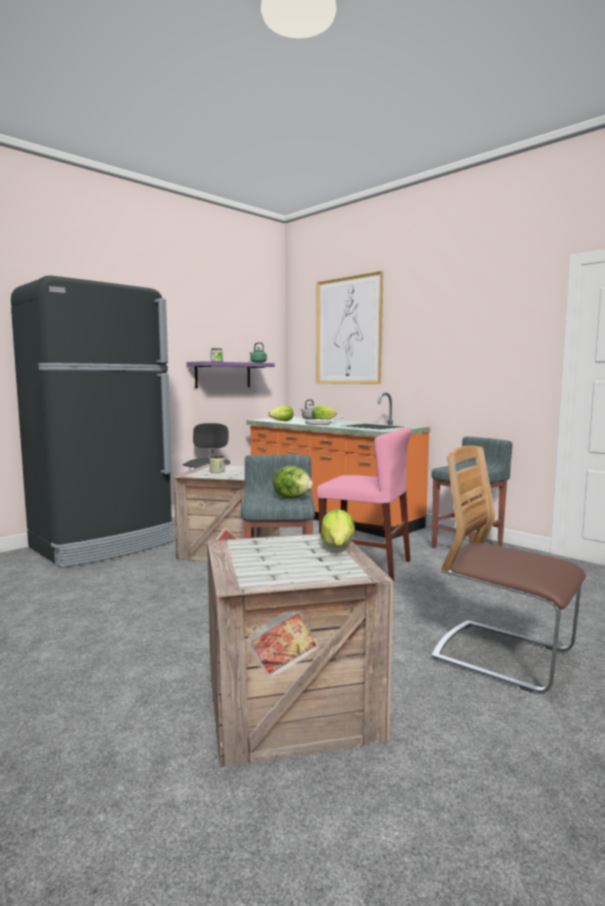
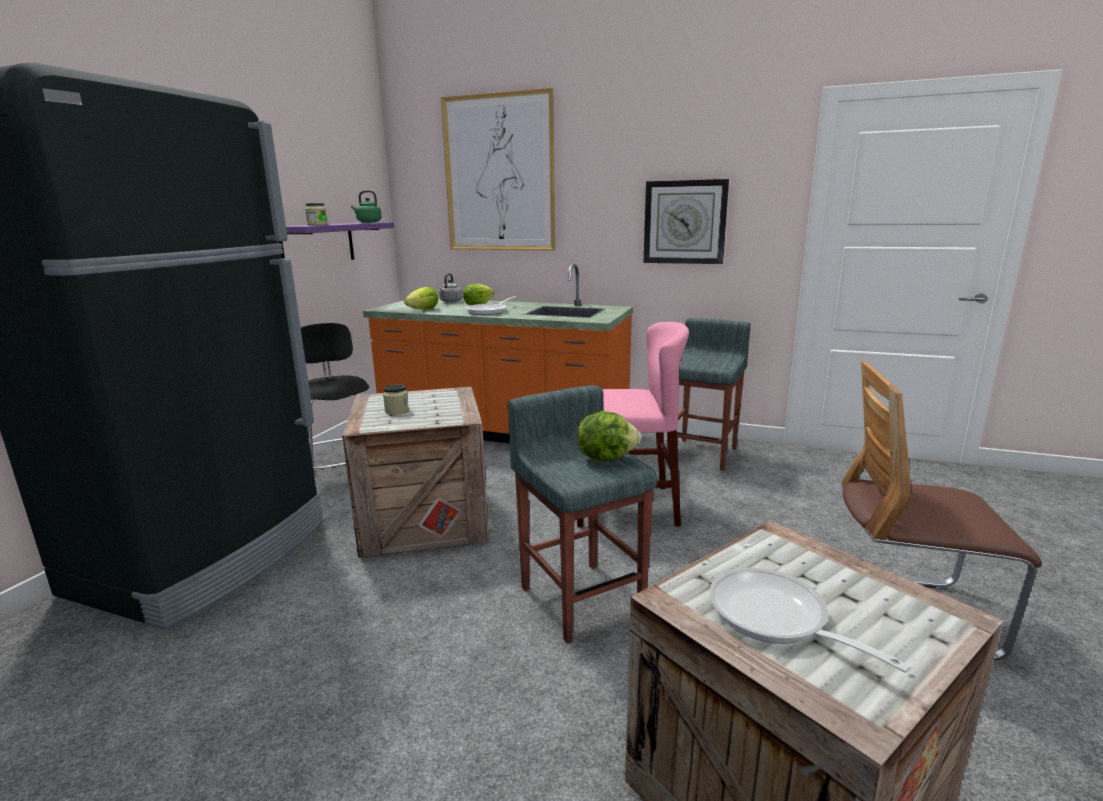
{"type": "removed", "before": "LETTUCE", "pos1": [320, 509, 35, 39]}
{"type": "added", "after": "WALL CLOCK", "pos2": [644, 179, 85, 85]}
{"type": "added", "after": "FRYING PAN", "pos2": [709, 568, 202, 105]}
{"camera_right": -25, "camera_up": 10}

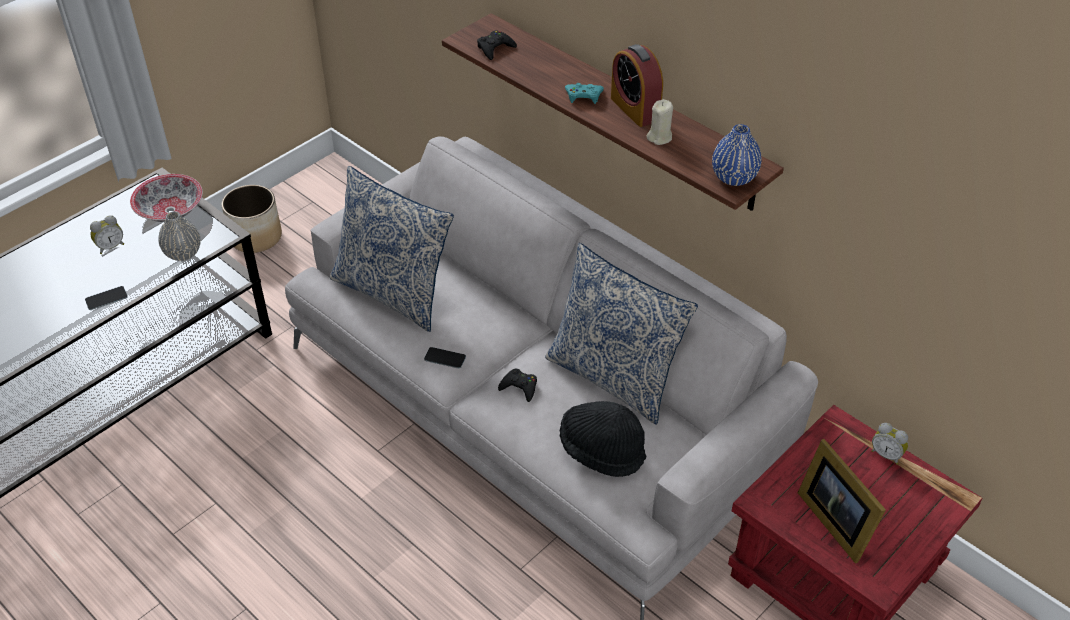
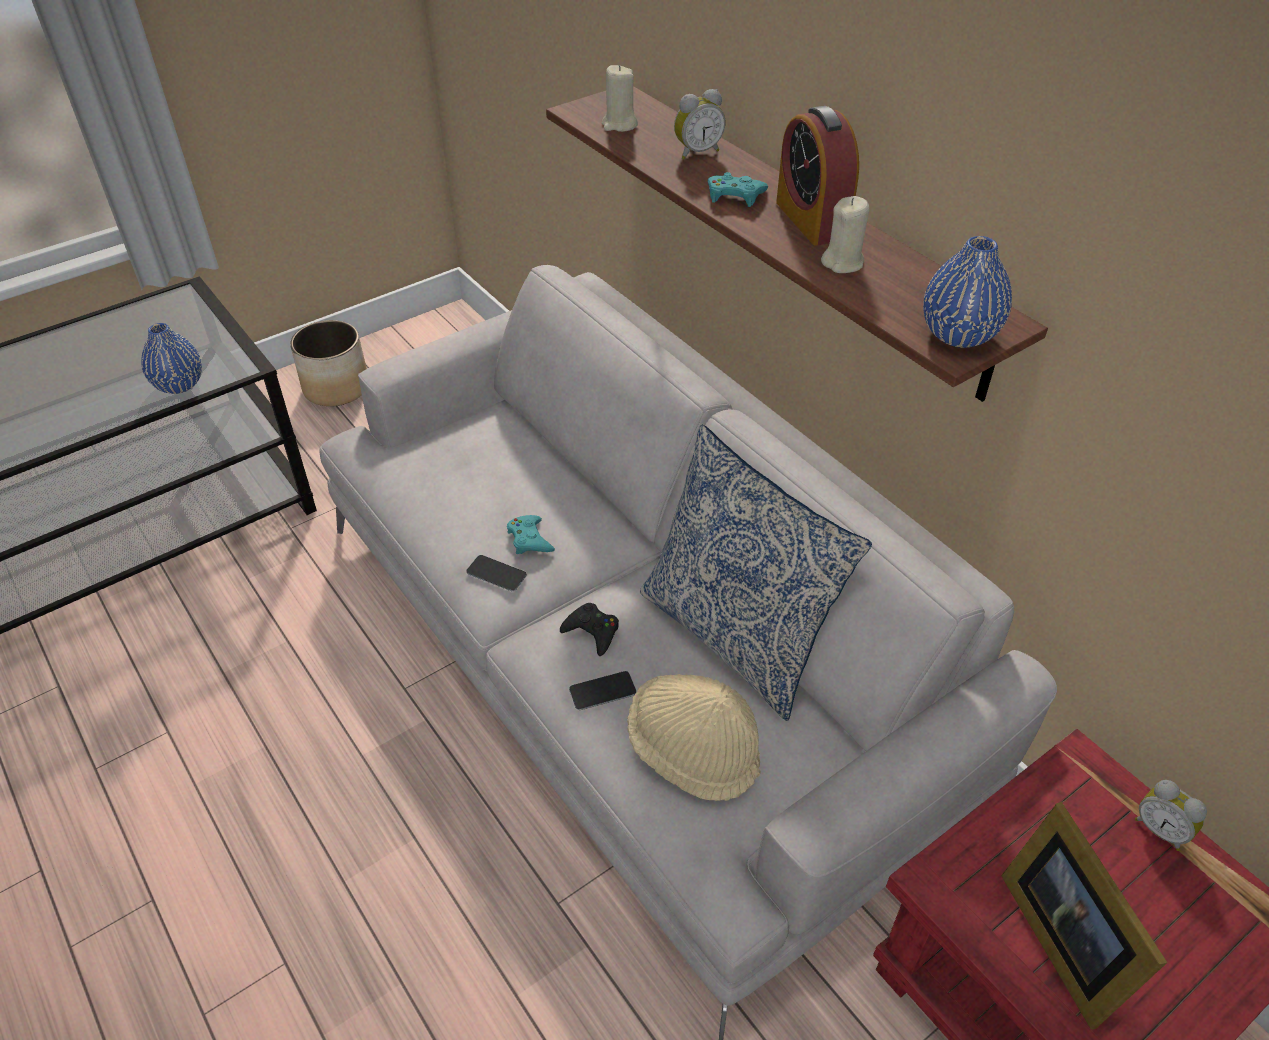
{"type": "replaced", "before": "BLACK GAME CONTROLLER", "after": "BEIGE CANDLE", "pos1": [477, 30, 40, 30], "pos2": [602, 65, 36, 67]}
{"type": "removed", "before": "PILLOW", "pos1": [330, 166, 124, 166]}
{"type": "removed", "before": "BOWL", "pos1": [130, 174, 73, 48]}
{"type": "recoloured", "before": "GREY VASE", "after": "BLUE VASE", "pos1": [158, 211, 42, 50], "pos2": [141, 323, 61, 71]}
{"type": "moved", "before": "ALARM CLOCK", "pos1": [90, 215, 34, 39], "pos2": [674, 89, 51, 70]}
{"type": "moved", "before": "PHONE", "pos1": [85, 286, 43, 24], "pos2": [569, 671, 67, 39]}
{"type": "recoloured", "before": "BLACK HAT", "after": "BEIGE HAT", "pos1": [560, 401, 86, 76], "pos2": [627, 674, 134, 127]}
{"type": "added", "after": "TURQUOISE GAME CONTROLLER", "pos2": [507, 515, 48, 39]}
{"camera_right": 10, "camera_up": 0}

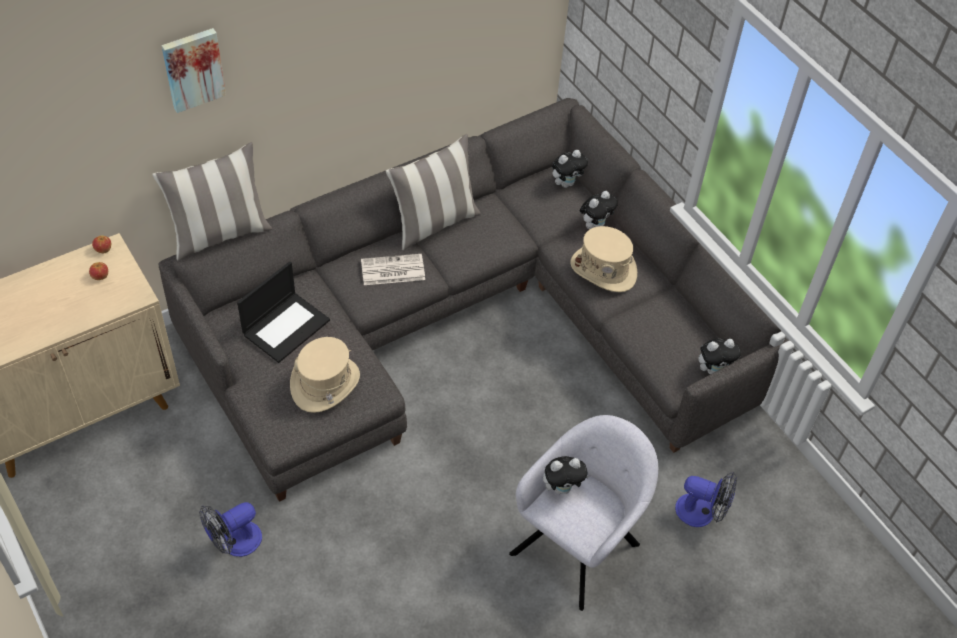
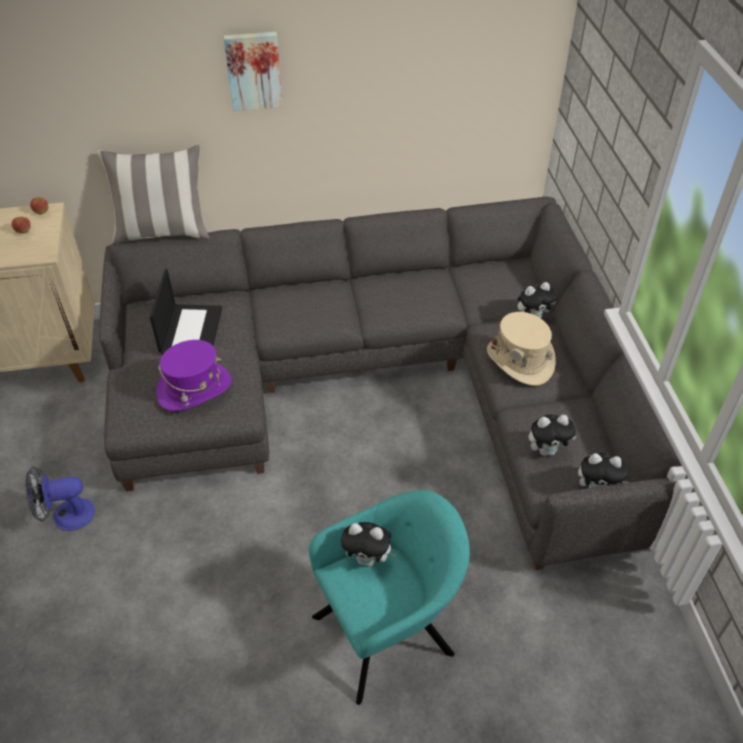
{"type": "moved", "before": "PICTURE", "pos1": [161, 28, 65, 85], "pos2": [224, 32, 59, 79]}
{"type": "removed", "before": "PILLOW", "pos1": [386, 134, 95, 116]}
{"type": "moved", "before": "PLUSH TOY", "pos1": [552, 150, 36, 38], "pos2": [529, 414, 48, 42]}
{"type": "removed", "before": "NEWSPAPER", "pos1": [361, 254, 64, 31]}
{"type": "turned", "before": "LAPTOP", "pos1": [237, 262, 93, 101], "pos2": [150, 269, 72, 86], "turn": -60}
{"type": "recoloured", "before": "BEIGE HAT", "after": "PURPLE HAT", "pos1": [290, 337, 70, 76], "pos2": [156, 340, 76, 71]}
{"type": "recoloured", "before": "GREY ARMCHAIR", "after": "TURQUOISE ARMCHAIR", "pos1": [509, 415, 149, 196], "pos2": [309, 490, 161, 215]}
{"type": "removed", "before": "FAN", "pos1": [675, 472, 62, 55]}
{"camera_right": 25, "camera_up": -5}

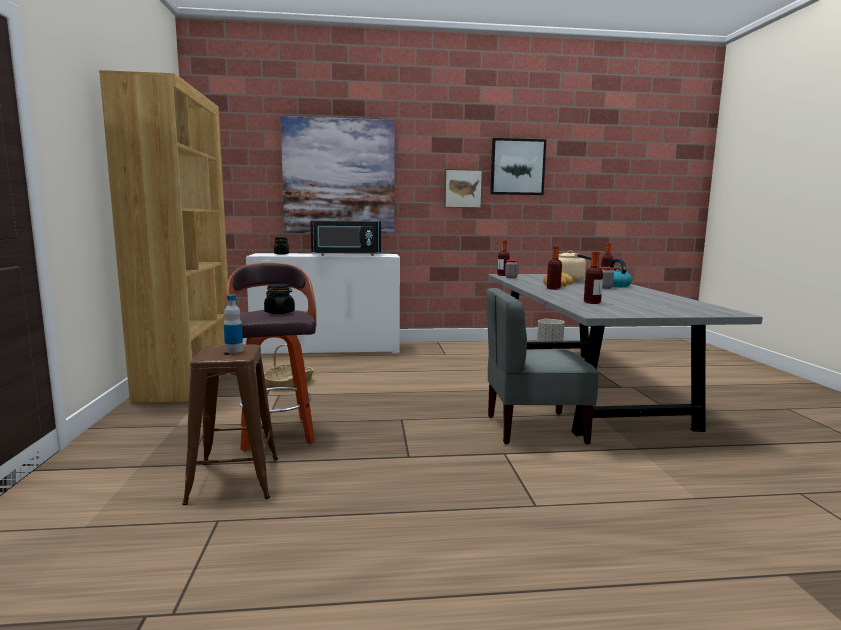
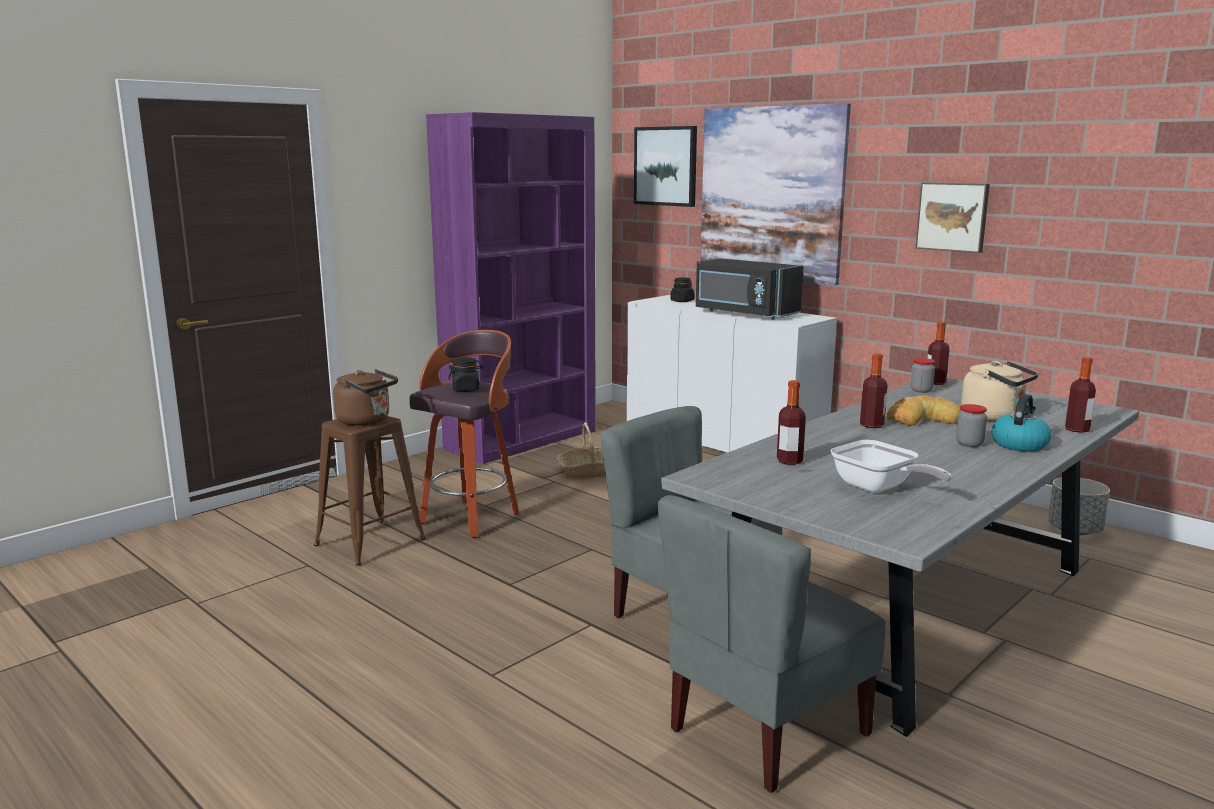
{"type": "recoloured", "before": "BROWN BOOKCASE", "after": "PURPLE BOOKCASE", "pos1": [99, 70, 129, 333], "pos2": [426, 112, 170, 352]}
{"type": "moved", "before": "PICTURE", "pos1": [490, 138, 56, 57], "pos2": [634, 126, 63, 81]}
{"type": "replaced", "before": "BOTTLE", "after": "BROWN KETTLE", "pos1": [224, 294, 19, 59], "pos2": [333, 369, 65, 57]}
{"type": "added", "after": "FRYING PAN", "pos2": [831, 440, 121, 53]}
{"type": "added", "after": "GREY CHAIR", "pos2": [658, 495, 227, 298]}
{"camera_right": 50, "camera_up": 5}

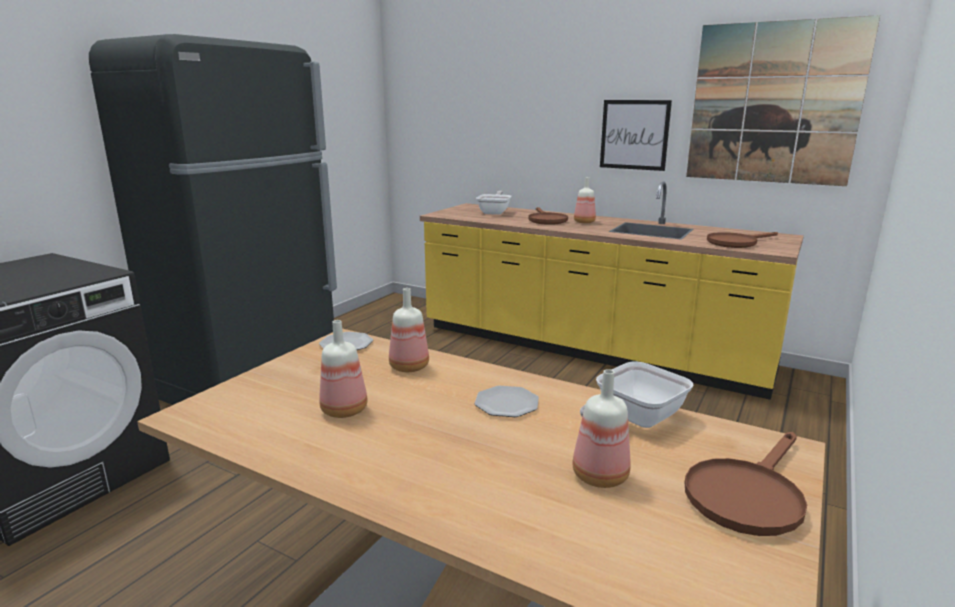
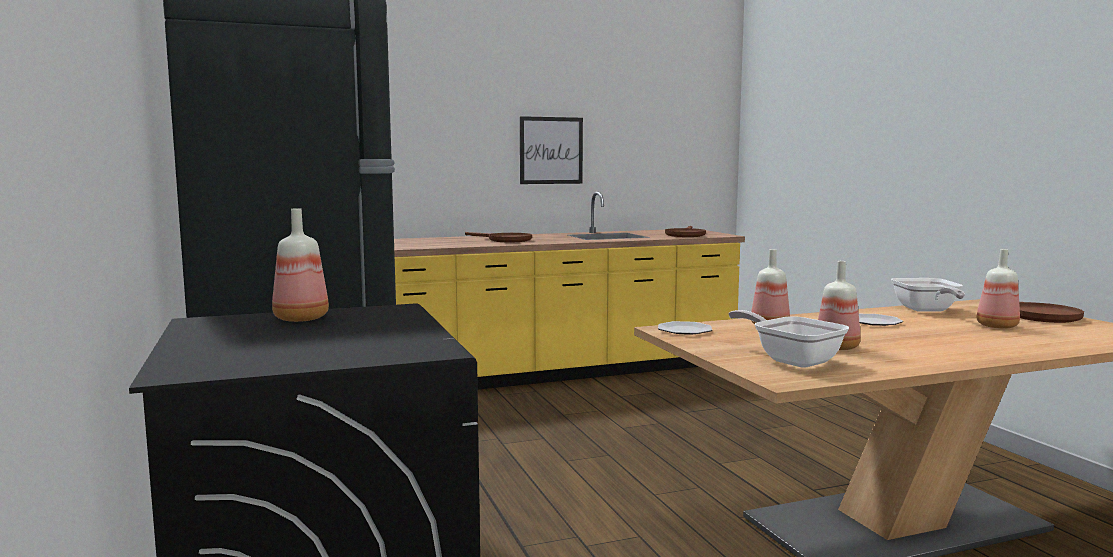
{"type": "removed", "before": "PICTURE", "pos1": [686, 15, 194, 171]}
{"type": "moved", "before": "BOTTLE", "pos1": [574, 177, 22, 46], "pos2": [272, 208, 57, 114]}
{"type": "moved", "before": "FRYING PAN", "pos1": [476, 191, 35, 24], "pos2": [728, 310, 121, 58]}
{"camera_right": -50, "camera_up": -10}

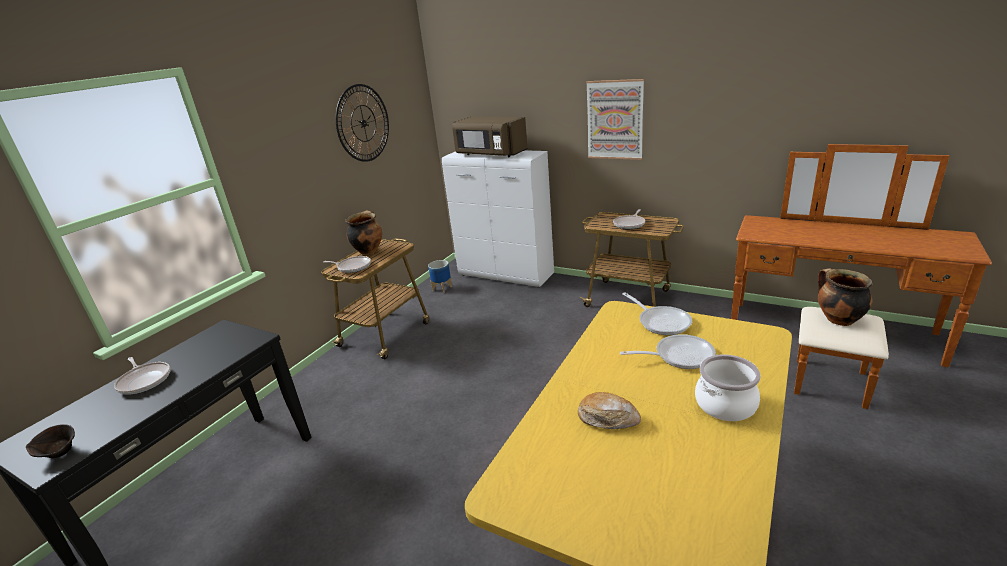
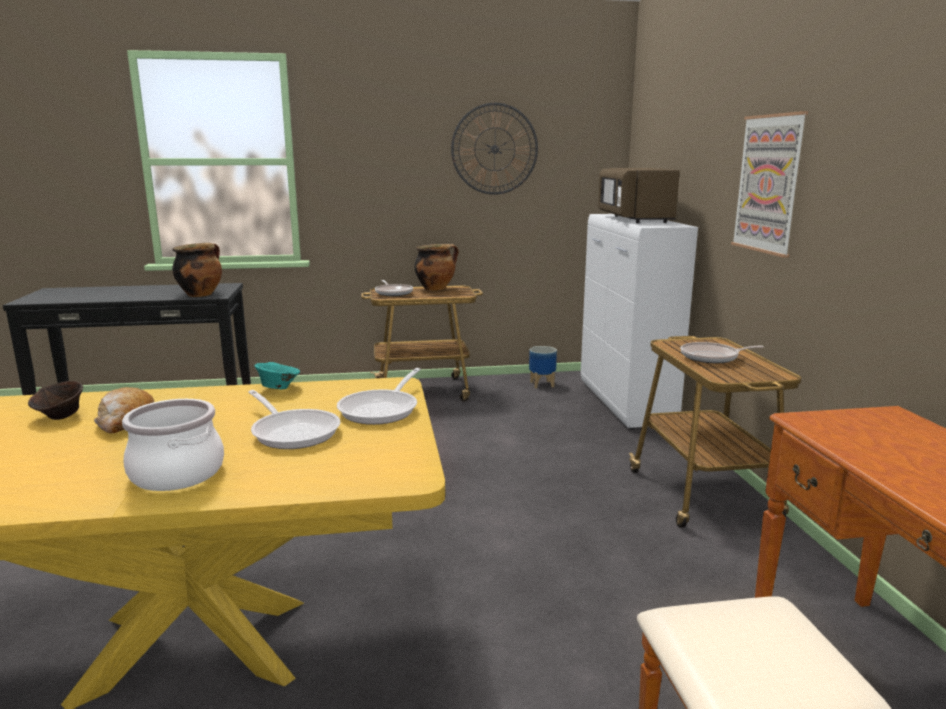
{"type": "moved", "before": "COOKING POT", "pos1": [818, 268, 54, 58], "pos2": [172, 243, 50, 54]}
{"type": "removed", "before": "FRYING PAN", "pos1": [114, 357, 57, 38]}
{"type": "moved", "before": "BROWN BOWL", "pos1": [26, 424, 49, 34], "pos2": [28, 381, 55, 39]}
{"type": "added", "after": "TURQUOISE BOWL", "pos2": [254, 362, 46, 27]}
{"camera_right": 50, "camera_up": -10}

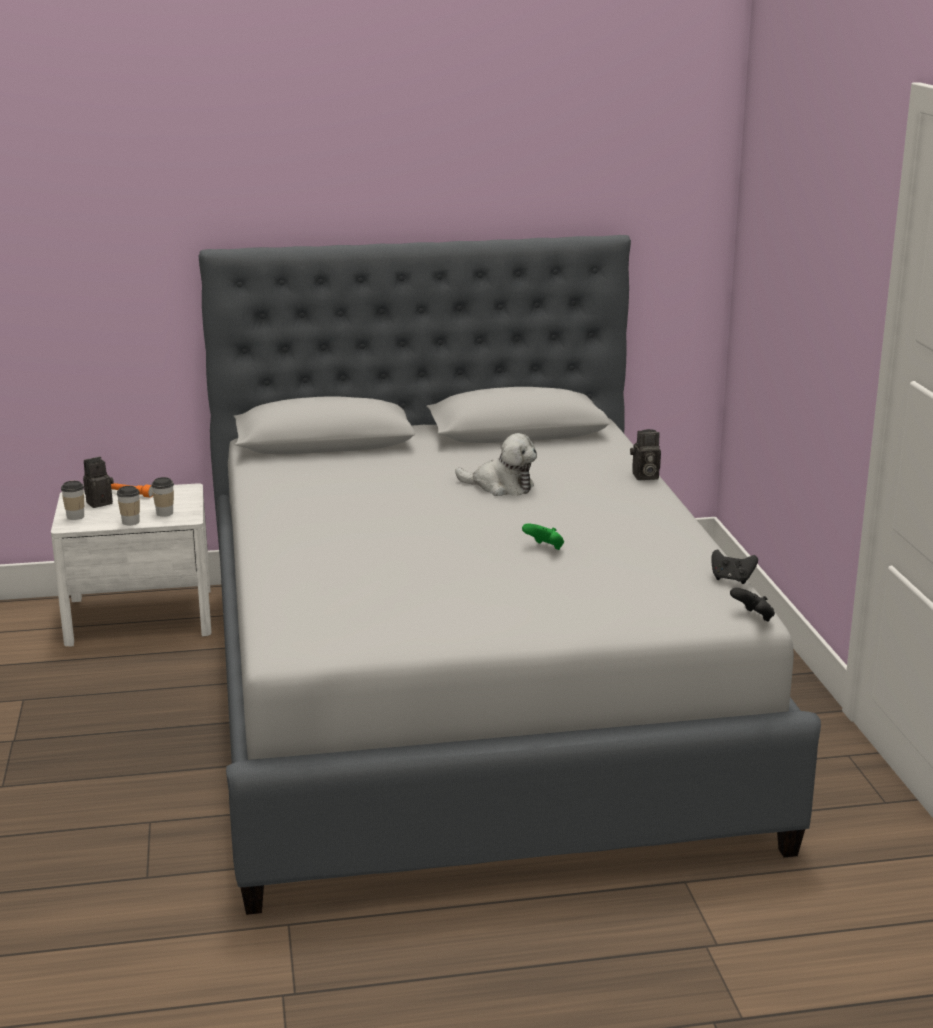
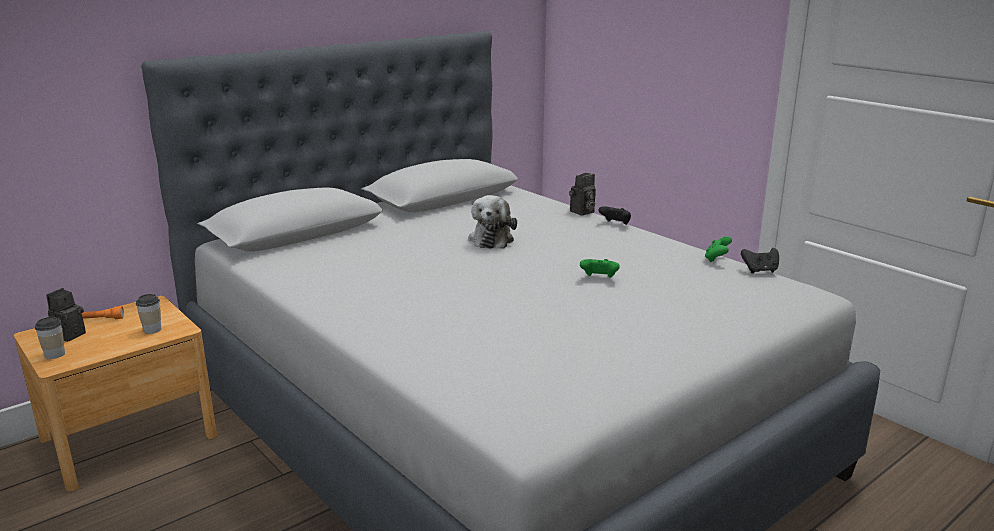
{"type": "turned", "before": "PLUSH TOY", "pos1": [455, 433, 82, 63], "pos2": [468, 195, 49, 54], "turn": 105}
{"type": "recoloured", "before": "WHITE NIGHTSTAND", "after": "BROWN NIGHTSTAND", "pos1": [51, 483, 161, 164], "pos2": [14, 296, 203, 196]}
{"type": "removed", "before": "CUP", "pos1": [117, 486, 23, 39]}
{"type": "moved", "before": "BLACK GAME CONTROLLER", "pos1": [730, 588, 45, 34], "pos2": [598, 206, 33, 19]}
{"type": "added", "after": "GREEN GAME CONTROLLER", "pos2": [705, 236, 27, 26]}
{"camera_right": -30, "camera_up": 0}

